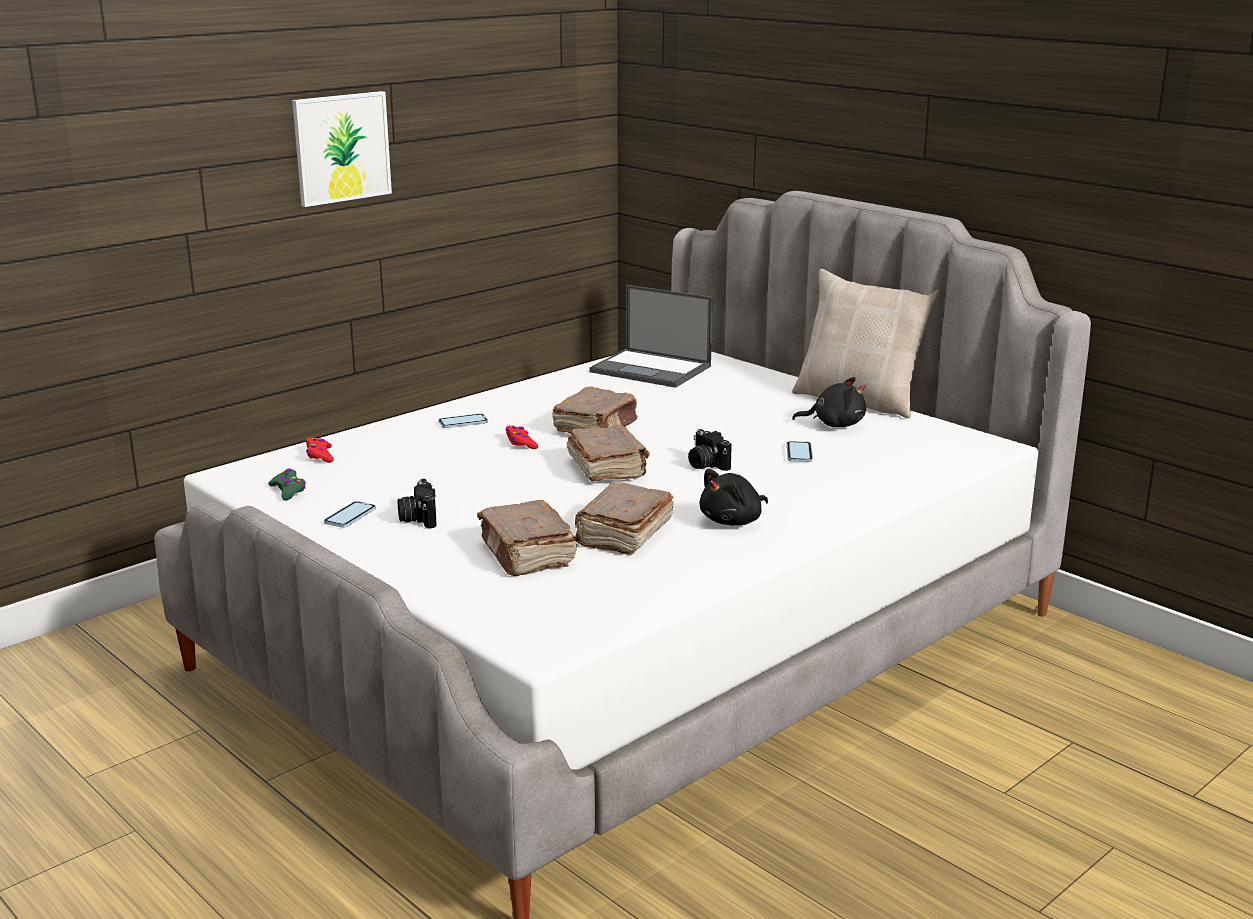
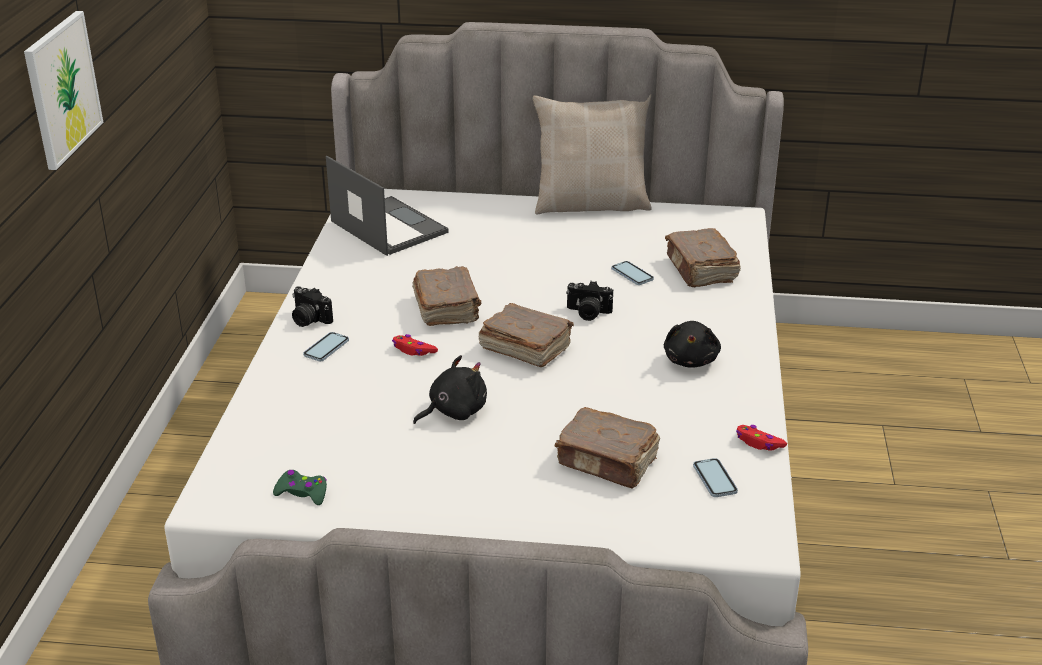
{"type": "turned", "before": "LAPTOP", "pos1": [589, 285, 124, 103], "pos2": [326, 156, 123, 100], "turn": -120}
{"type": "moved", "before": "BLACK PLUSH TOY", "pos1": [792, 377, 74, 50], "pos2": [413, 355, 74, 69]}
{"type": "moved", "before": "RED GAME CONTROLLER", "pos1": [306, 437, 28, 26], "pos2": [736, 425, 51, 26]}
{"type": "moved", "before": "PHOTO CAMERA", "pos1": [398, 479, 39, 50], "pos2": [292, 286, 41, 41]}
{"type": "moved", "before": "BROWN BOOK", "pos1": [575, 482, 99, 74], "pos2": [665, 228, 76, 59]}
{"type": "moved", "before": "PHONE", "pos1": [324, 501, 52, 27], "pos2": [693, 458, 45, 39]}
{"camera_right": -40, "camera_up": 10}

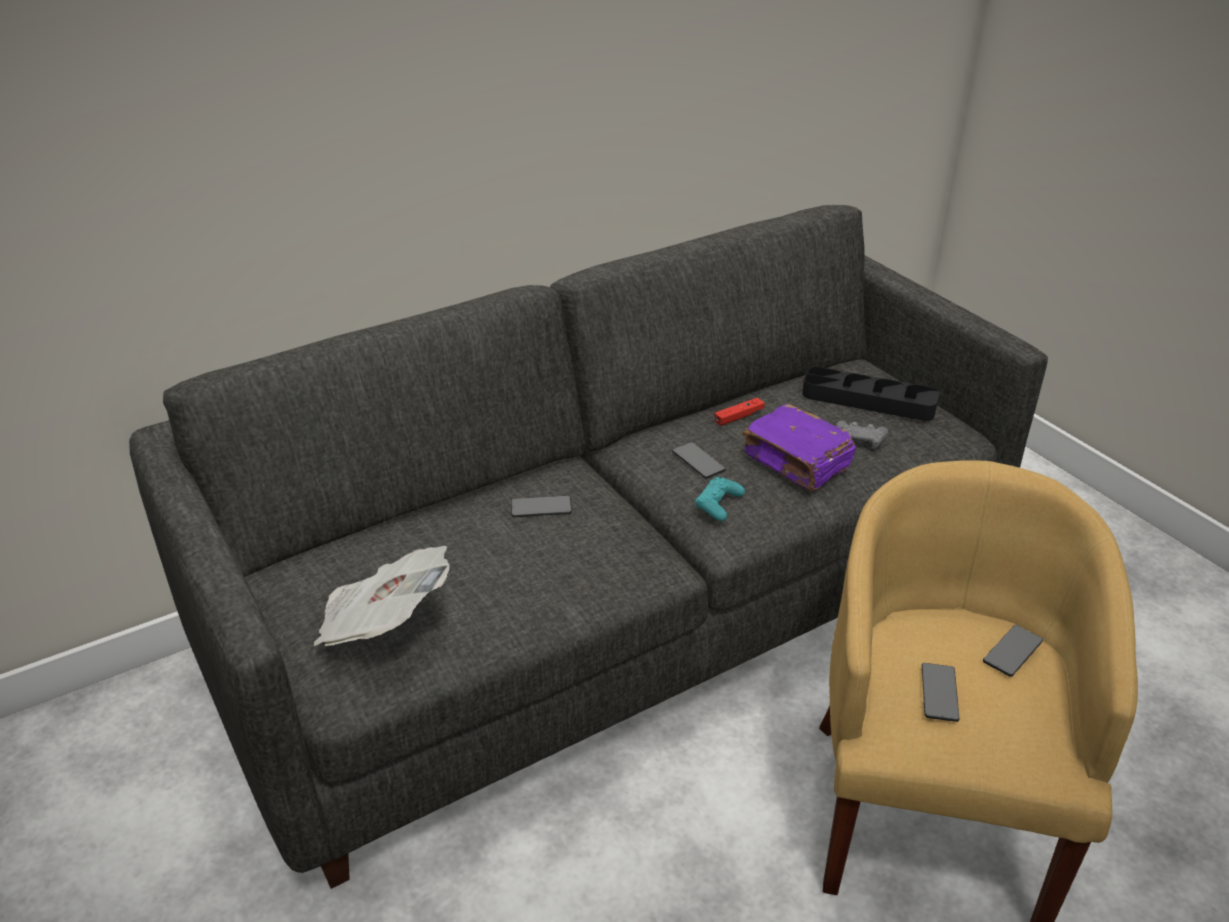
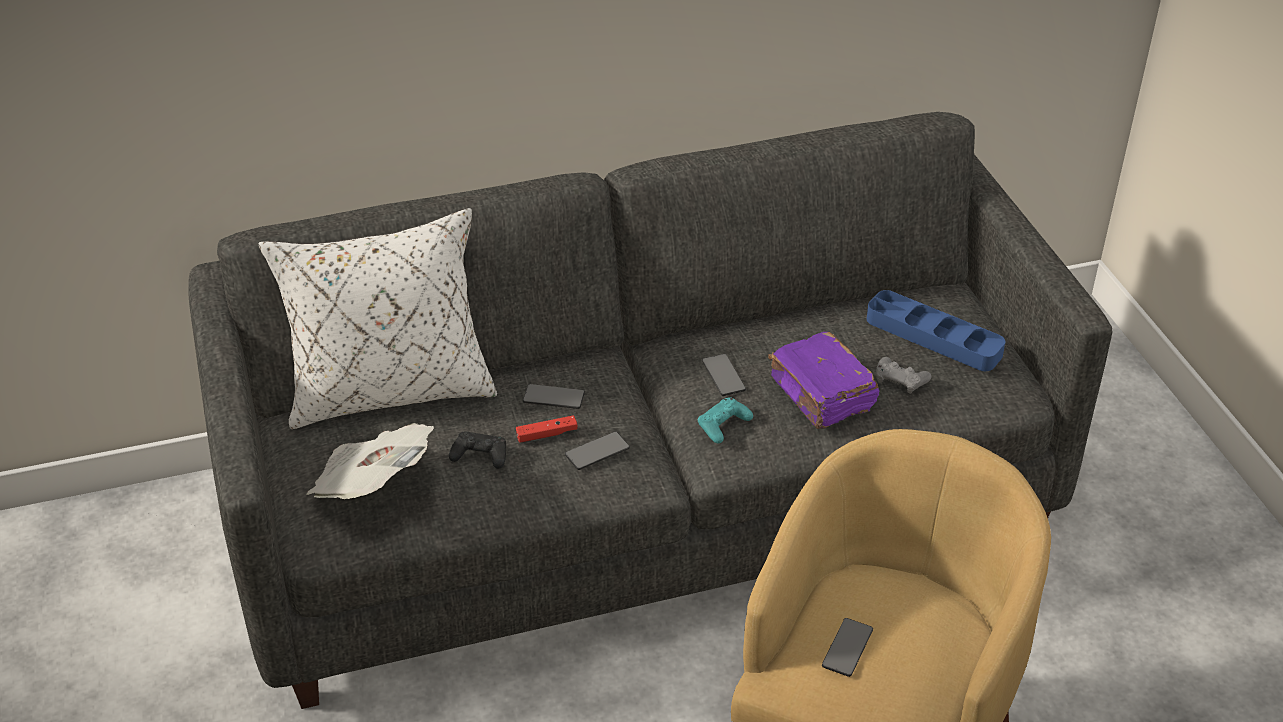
{"type": "recoloured", "before": "BLACK TRAY", "after": "BLUE TRAY", "pos1": [802, 367, 138, 54], "pos2": [867, 290, 138, 81]}
{"type": "moved", "before": "RED GAME CONTROLLER", "pos1": [714, 397, 51, 29], "pos2": [516, 415, 62, 28]}
{"type": "moved", "before": "PHONE", "pos1": [983, 625, 60, 52], "pos2": [565, 432, 65, 38]}
{"type": "added", "after": "WHITE PILLOW", "pos2": [259, 208, 238, 221]}
{"type": "added", "after": "BLACK GAME CONTROLLER", "pos2": [449, 431, 57, 38]}
{"camera_right": 15, "camera_up": 5}

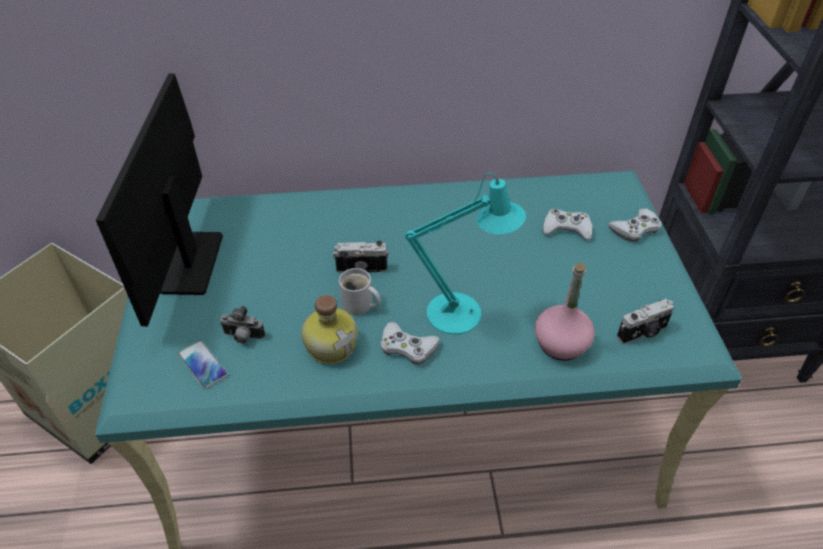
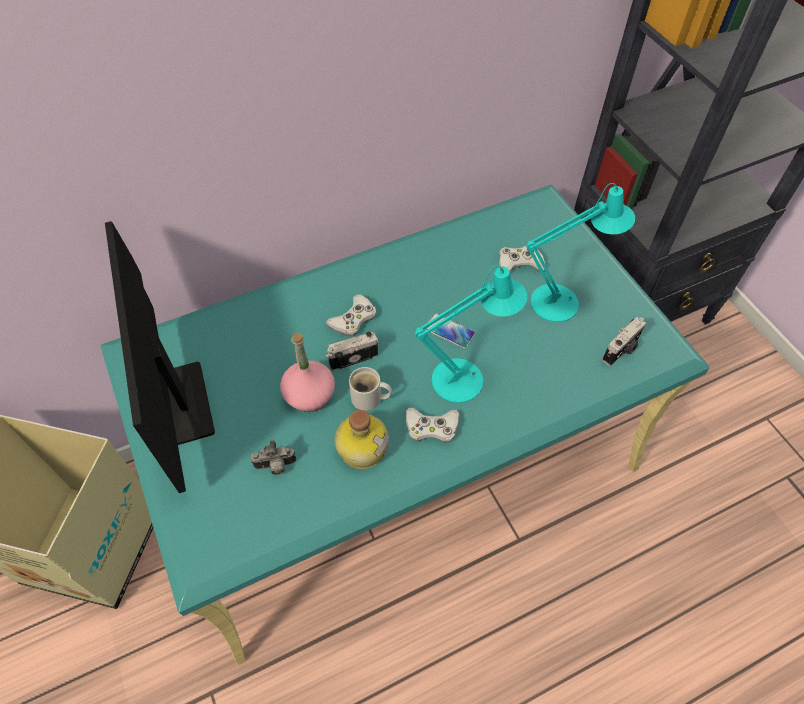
{"type": "moved", "before": "WHITE GAME CONTROLLER", "pos1": [608, 208, 54, 34], "pos2": [326, 294, 50, 42]}
{"type": "moved", "before": "PINK BOTTLE", "pos1": [535, 263, 60, 98], "pos2": [280, 333, 55, 79]}
{"type": "moved", "before": "PHONE", "pos1": [178, 340, 50, 49], "pos2": [425, 313, 50, 35]}
{"type": "added", "after": "TURQUOISE TABLE LAMP", "pos2": [526, 183, 109, 139]}
{"camera_right": -20, "camera_up": 10}

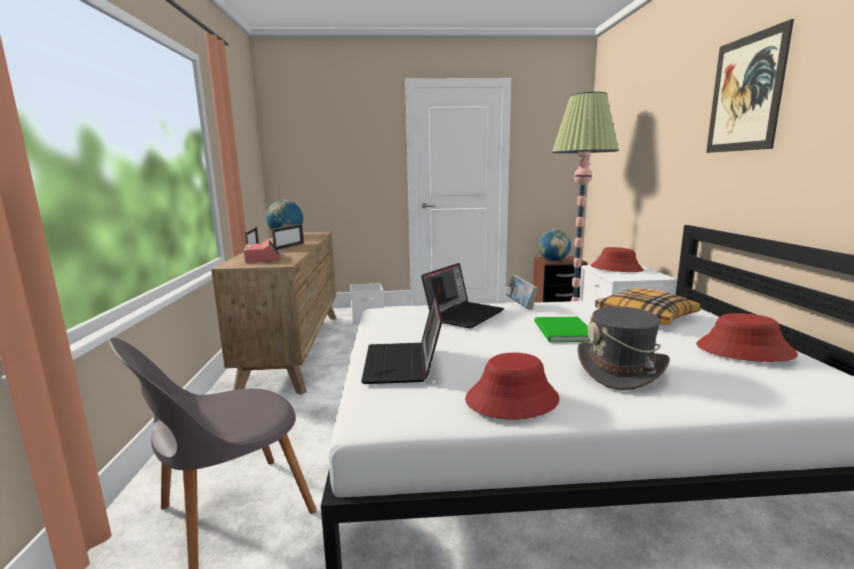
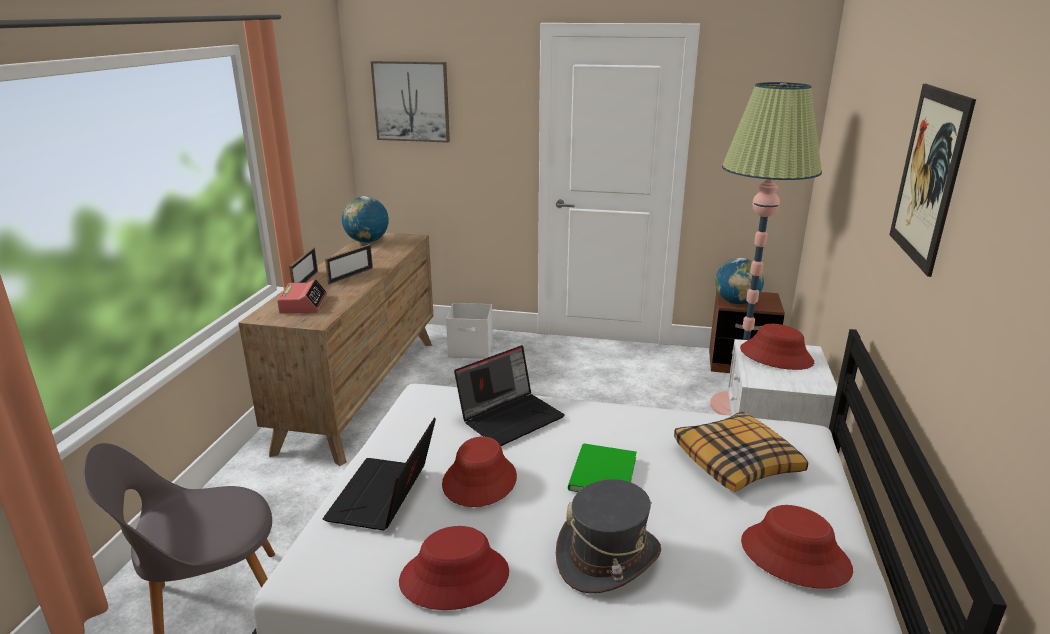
{"type": "removed", "before": "BOOK", "pos1": [506, 275, 33, 34]}
{"type": "added", "after": "PICTURE", "pos2": [371, 61, 79, 82]}
{"type": "added", "after": "RED HAT", "pos2": [442, 436, 75, 71]}
{"camera_right": 15, "camera_up": 10}

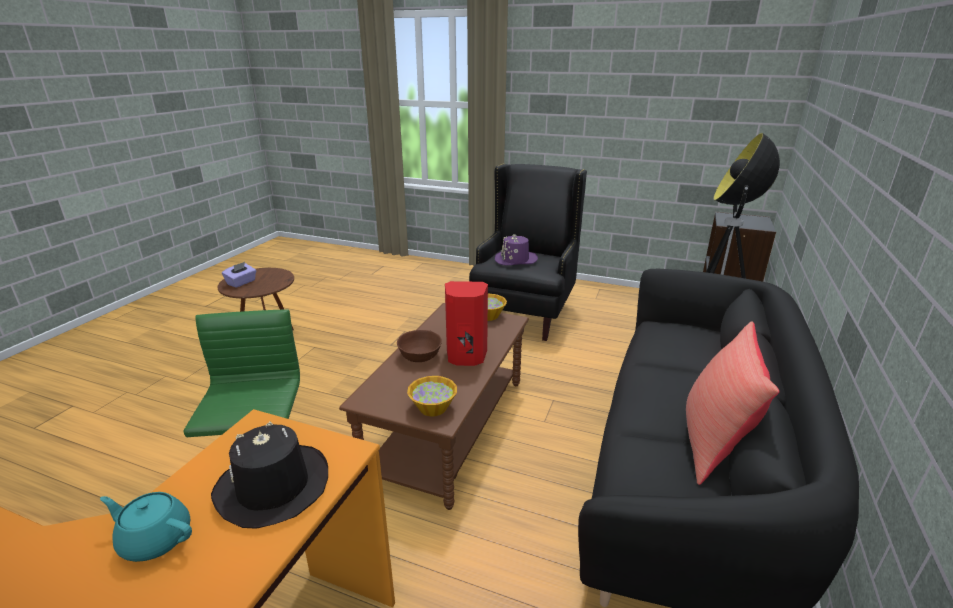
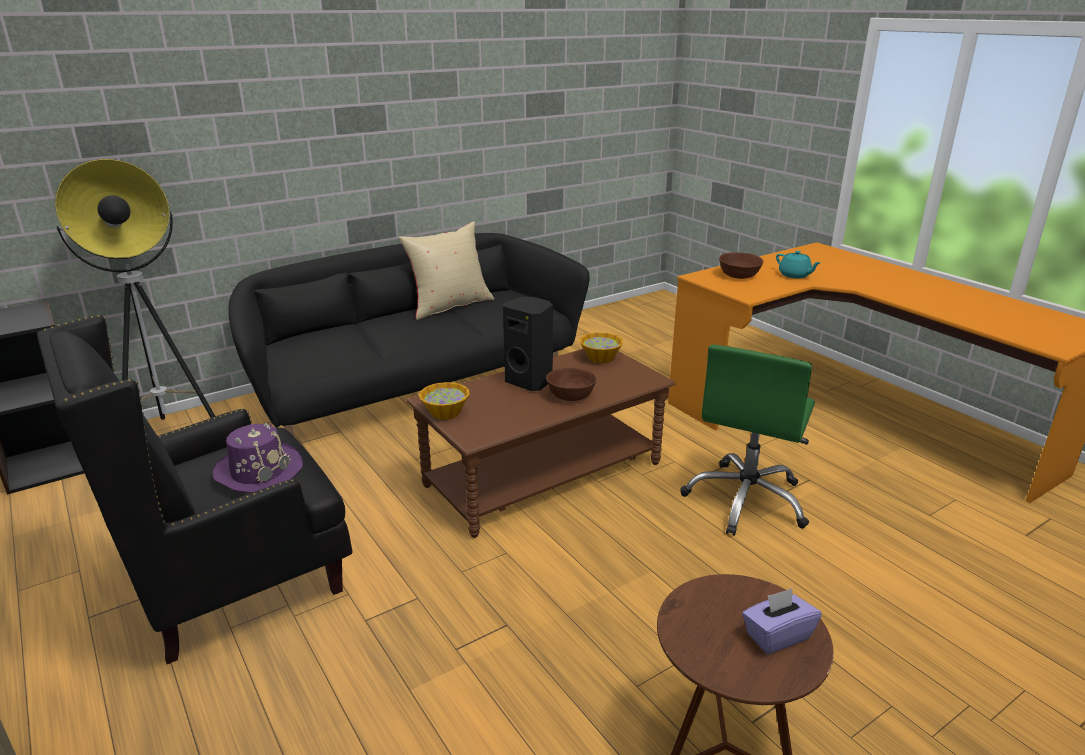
{"type": "recoloured", "before": "RED SPEAKER", "after": "BLACK SPEAKER", "pos1": [445, 281, 43, 85], "pos2": [503, 297, 50, 94]}
{"type": "recoloured", "before": "RED PILLOW", "after": "BEIGE PILLOW", "pos1": [686, 322, 94, 163], "pos2": [399, 221, 95, 99]}
{"type": "replaced", "before": "BLACK HAT", "after": "BROWN BOWL", "pos1": [211, 421, 117, 108], "pos2": [719, 252, 44, 27]}
{"camera_right": -145, "camera_up": 0}

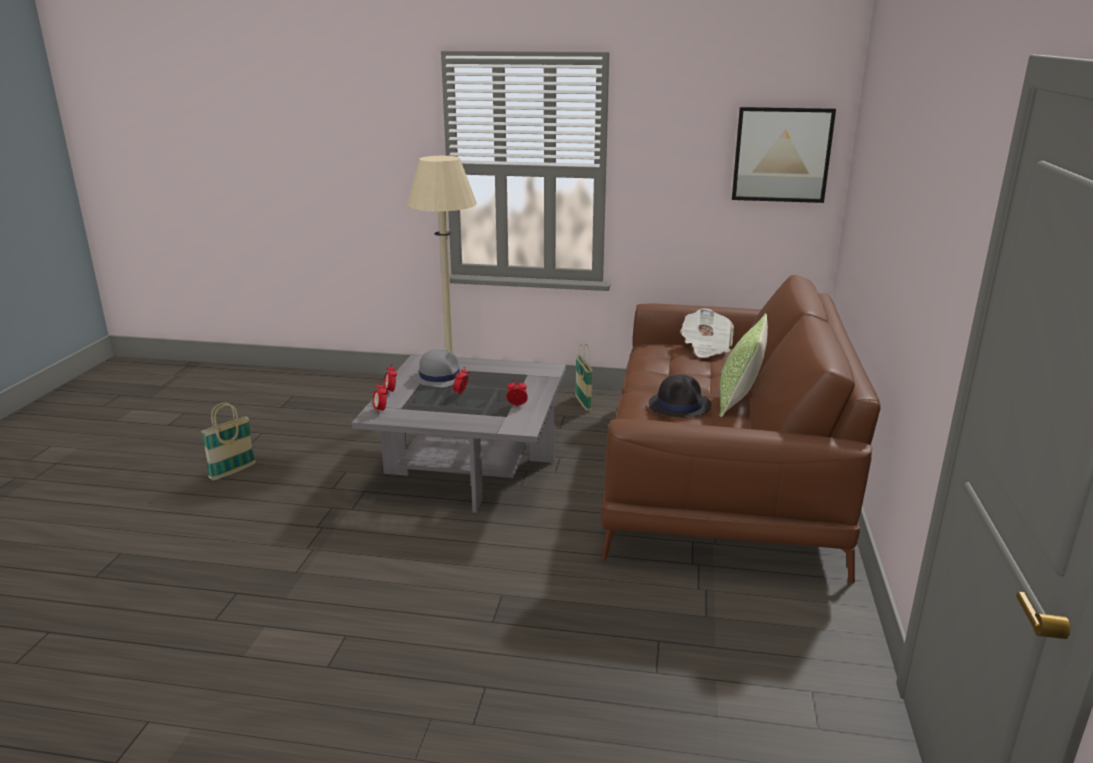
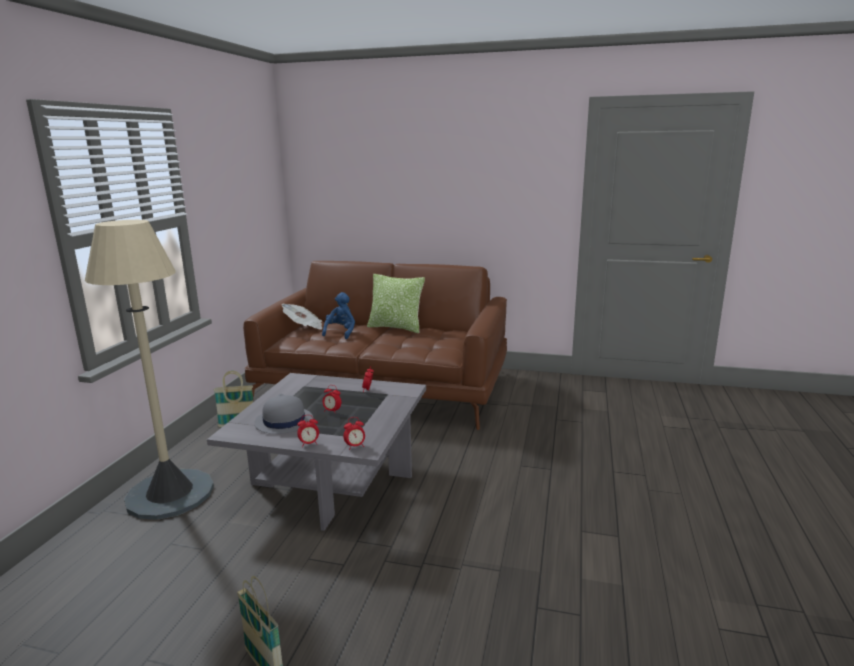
{"type": "removed", "before": "PICTURE", "pos1": [732, 107, 104, 96]}
{"type": "removed", "before": "BLACK HAT", "pos1": [649, 374, 63, 43]}
{"type": "added", "after": "BLUE PLUSH TOY", "pos2": [322, 292, 33, 47]}
{"camera_right": -85, "camera_up": -5}

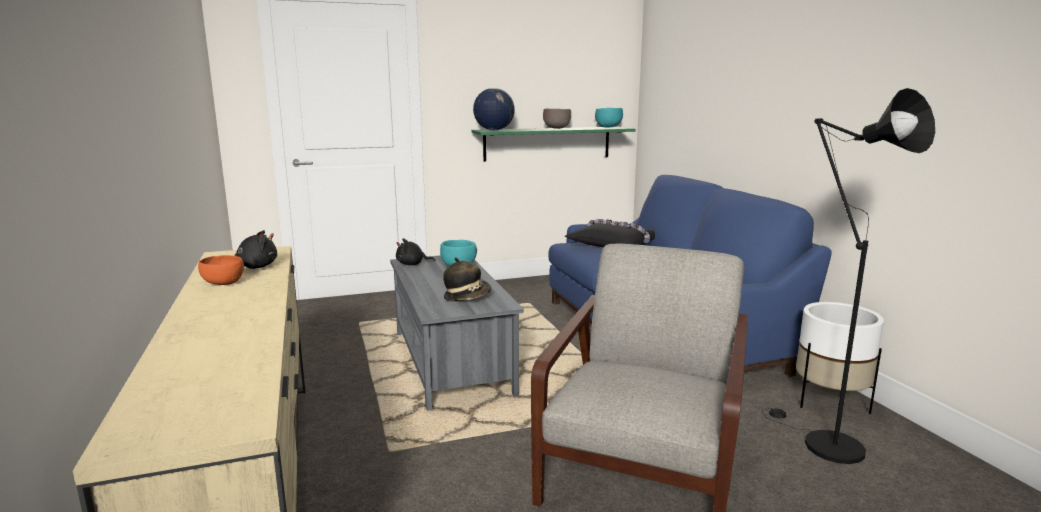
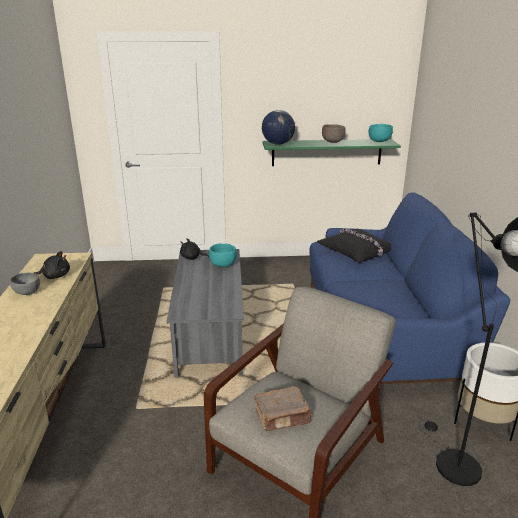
{"type": "recoloured", "before": "ORANGE BOWL", "after": "GREY BOWL", "pos1": [198, 255, 46, 30], "pos2": [10, 273, 30, 22]}
{"type": "removed", "before": "HAT", "pos1": [443, 257, 48, 44]}
{"type": "added", "after": "BROWN BOOK", "pos2": [254, 386, 58, 45]}
{"camera_right": 15, "camera_up": 10}

